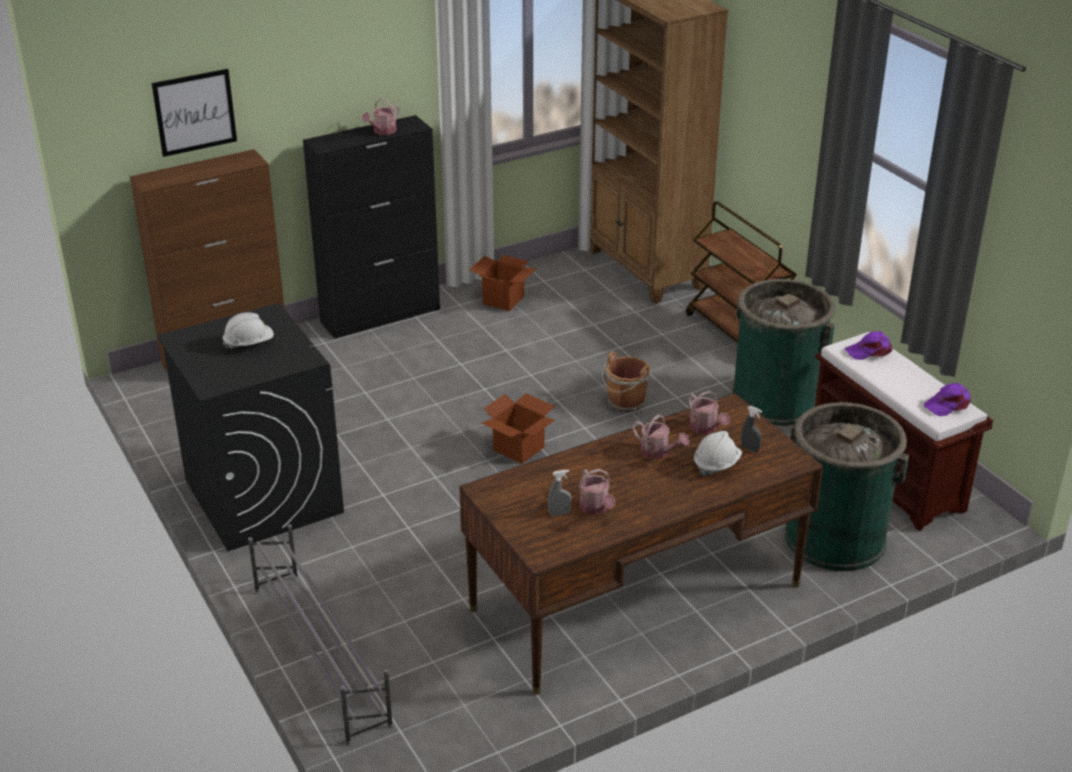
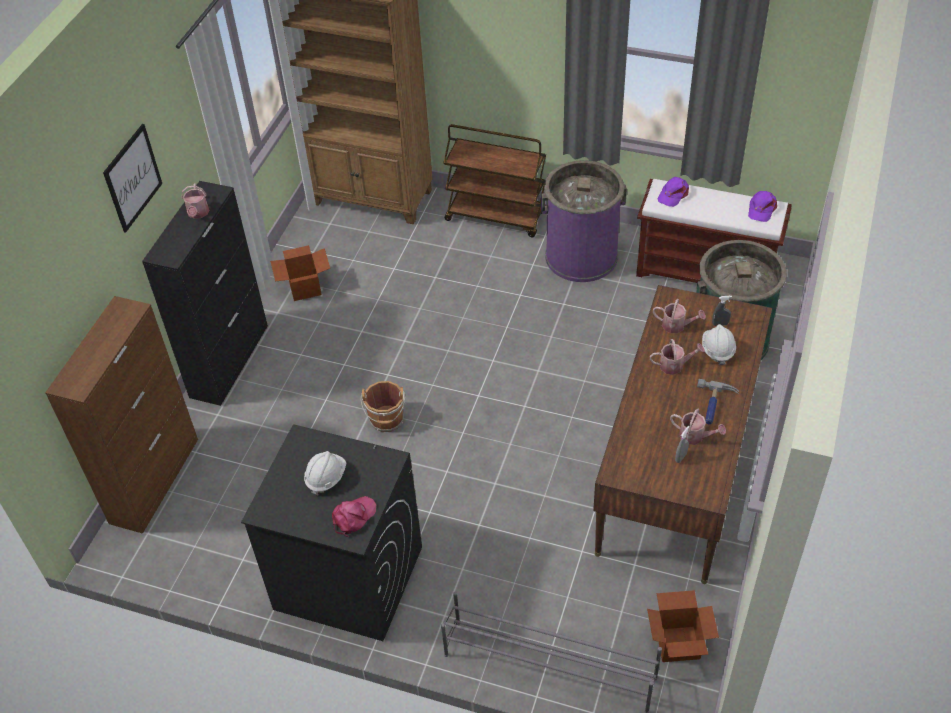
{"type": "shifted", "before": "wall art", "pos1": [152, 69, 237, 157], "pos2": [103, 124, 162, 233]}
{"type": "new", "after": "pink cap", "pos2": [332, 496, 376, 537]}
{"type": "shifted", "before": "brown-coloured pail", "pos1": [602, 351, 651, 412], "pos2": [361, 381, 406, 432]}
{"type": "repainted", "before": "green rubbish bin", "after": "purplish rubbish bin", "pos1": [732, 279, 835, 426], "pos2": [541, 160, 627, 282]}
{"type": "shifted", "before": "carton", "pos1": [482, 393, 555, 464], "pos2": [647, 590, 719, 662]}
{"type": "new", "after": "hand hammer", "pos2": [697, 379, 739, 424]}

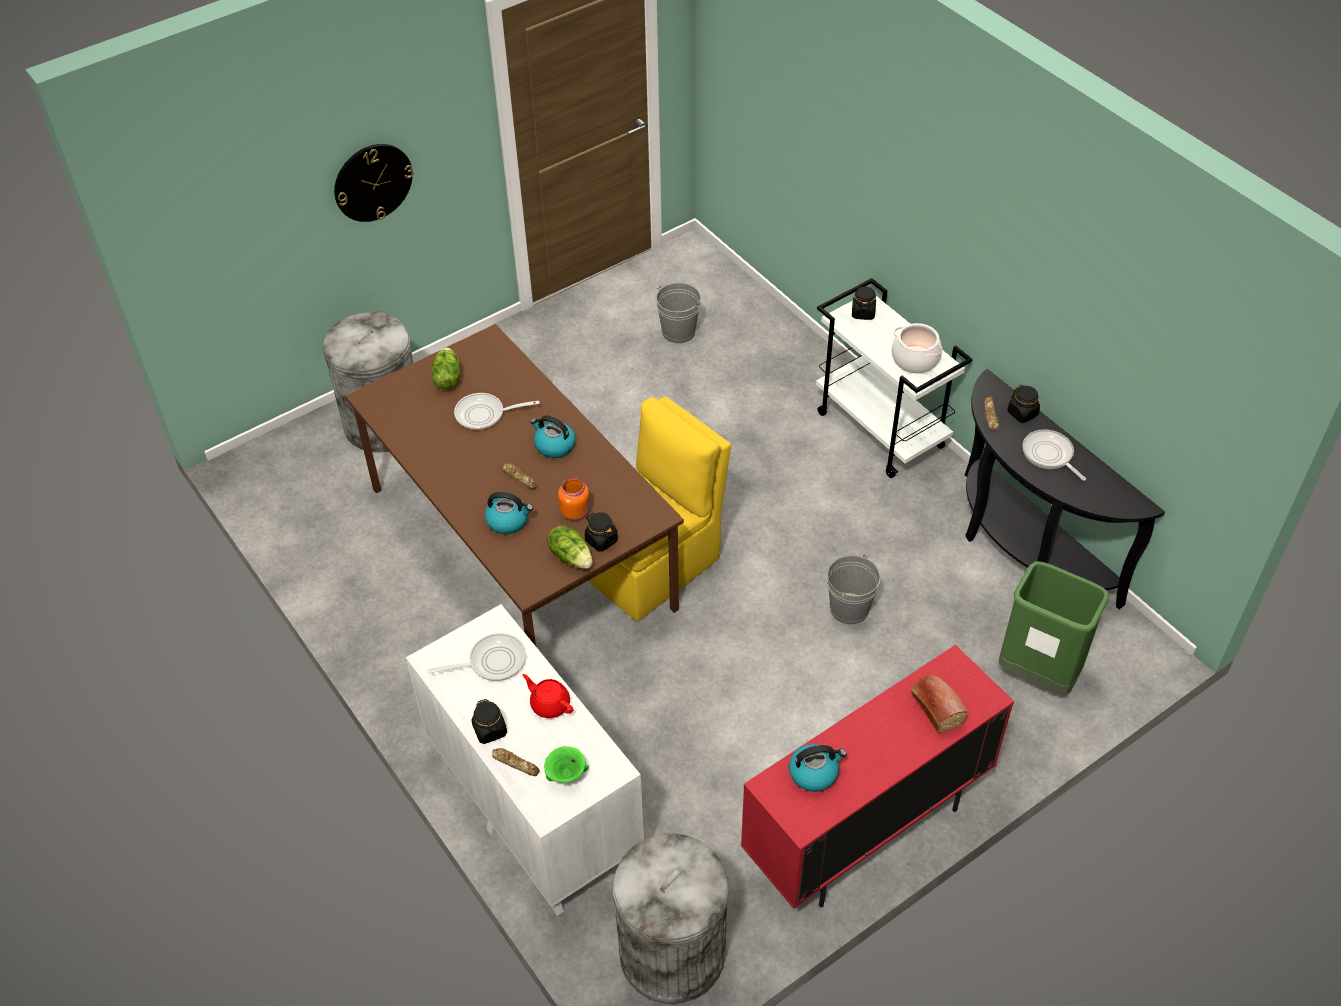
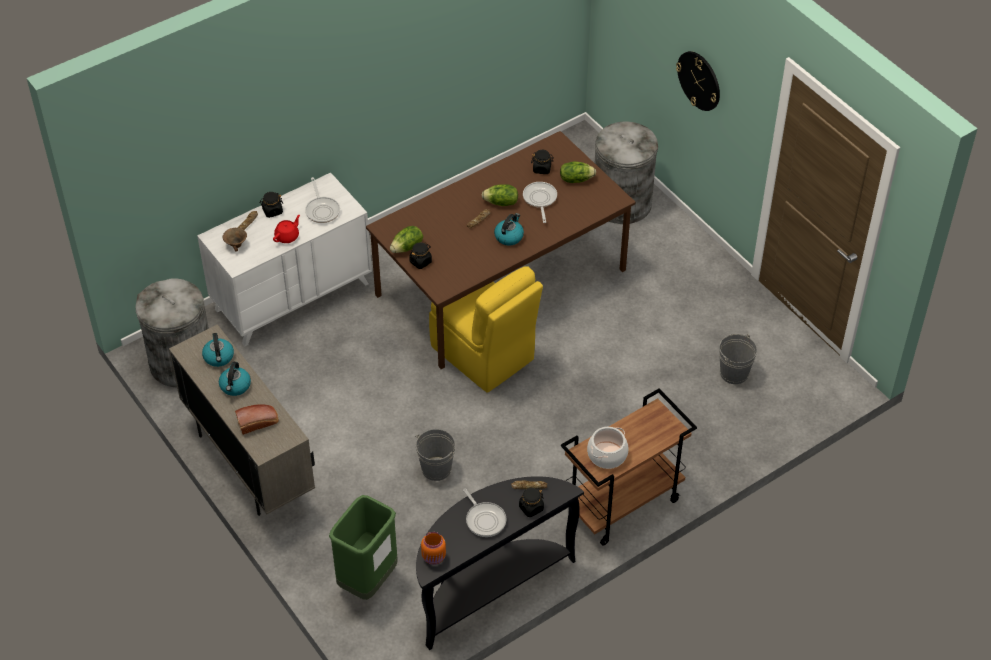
{"type": "repainted", "before": "reddish cabinet", "after": "sand-coloured cabinet", "pos1": [741, 645, 1014, 909], "pos2": [169, 324, 315, 516]}
{"type": "shifted", "before": "tea kettle", "pos1": [485, 492, 533, 534], "pos2": [219, 362, 251, 396]}
{"type": "repainted", "before": "green deep dish", "after": "brown-coloured deep dish", "pos1": [544, 746, 589, 783], "pos2": [222, 228, 247, 252]}
{"type": "shifted", "before": "orangey storage jar", "pos1": [558, 477, 590, 521], "pos2": [421, 532, 446, 565]}
{"type": "rotated", "before": "pan", "pos1": [1023, 429, 1086, 481], "pos2": [463, 489, 507, 537], "turn": 90}
{"type": "new", "after": "lettuce head", "pos2": [482, 184, 518, 206]}
{"type": "shifted", "before": "black-coloured storage jar", "pos1": [852, 286, 876, 320], "pos2": [531, 150, 554, 174]}
{"type": "repainted", "before": "whitish wheeled cart", "after": "brown-coloured wheeled cart", "pos1": [816, 278, 973, 478], "pos2": [561, 389, 697, 546]}

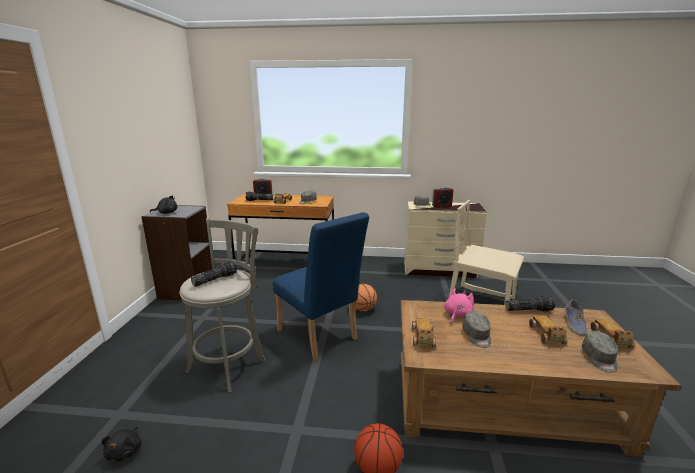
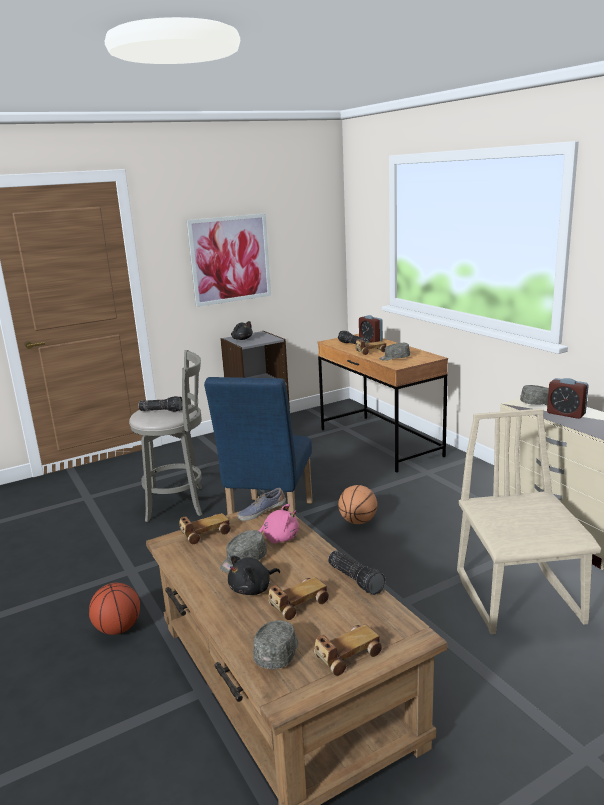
{"type": "new", "after": "wall art", "pos2": [187, 213, 271, 307]}
{"type": "shifted", "before": "black-coloured plush toy", "pos1": [102, 427, 142, 462], "pos2": [228, 555, 280, 595]}
{"type": "shifted", "before": "item of footwear", "pos1": [565, 300, 588, 336], "pos2": [237, 488, 286, 521]}
{"type": "rotated", "before": "gray cap", "pos1": [582, 331, 618, 373], "pos2": [253, 620, 298, 669], "turn": 135}

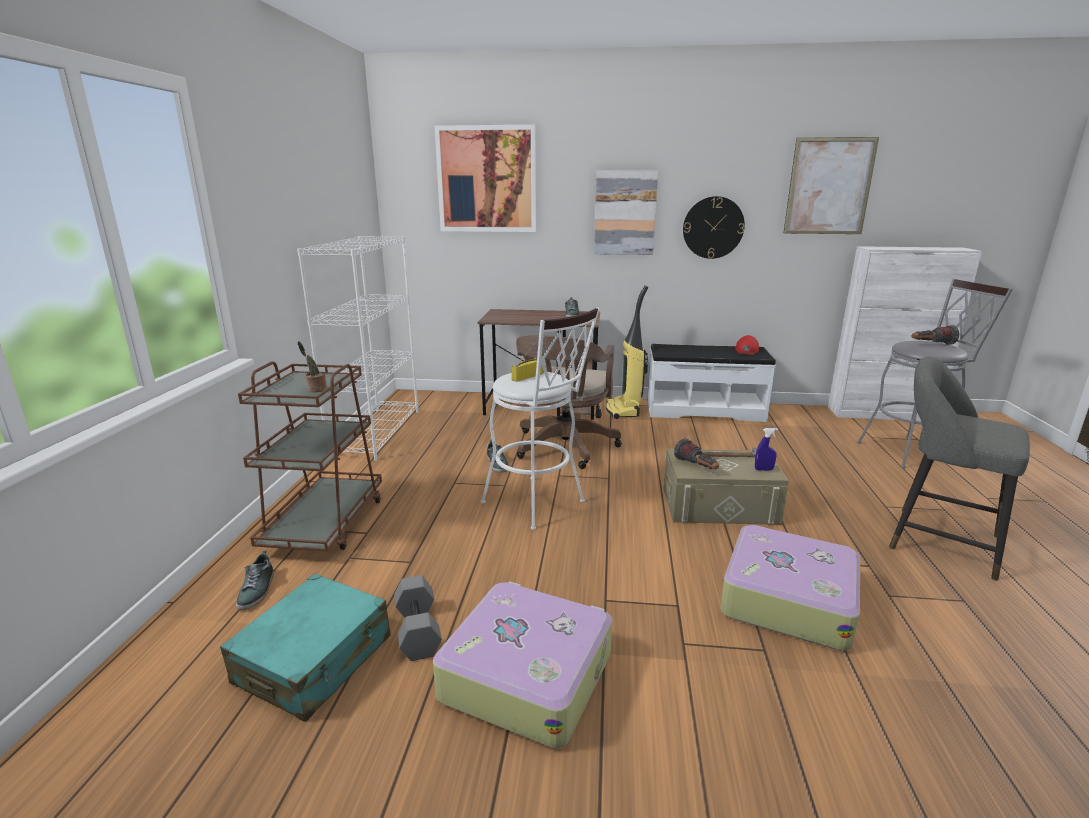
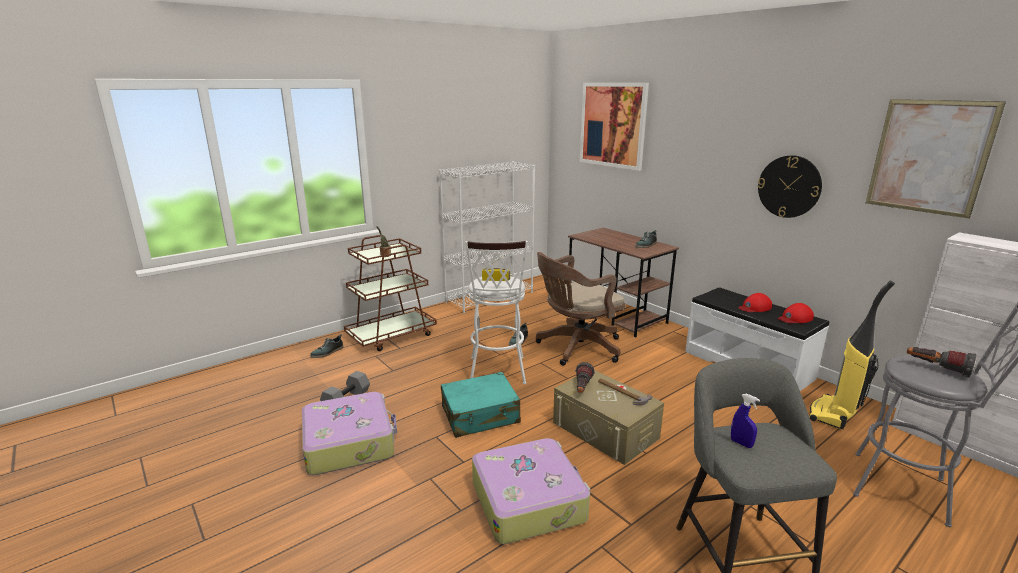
{"type": "shifted", "before": "turquoise-coloured travel case", "pos1": [220, 574, 391, 722], "pos2": [441, 372, 521, 438]}
{"type": "shifted", "before": "blue-coloured spray bottle", "pos1": [755, 428, 778, 471], "pos2": [731, 394, 760, 448]}
{"type": "new", "after": "reddish cap", "pos2": [738, 293, 772, 312]}
{"type": "shifted", "before": "hoover", "pos1": [606, 285, 648, 419], "pos2": [809, 281, 895, 429]}
{"type": "gone", "before": "wall art", "pos1": [594, 171, 658, 255]}

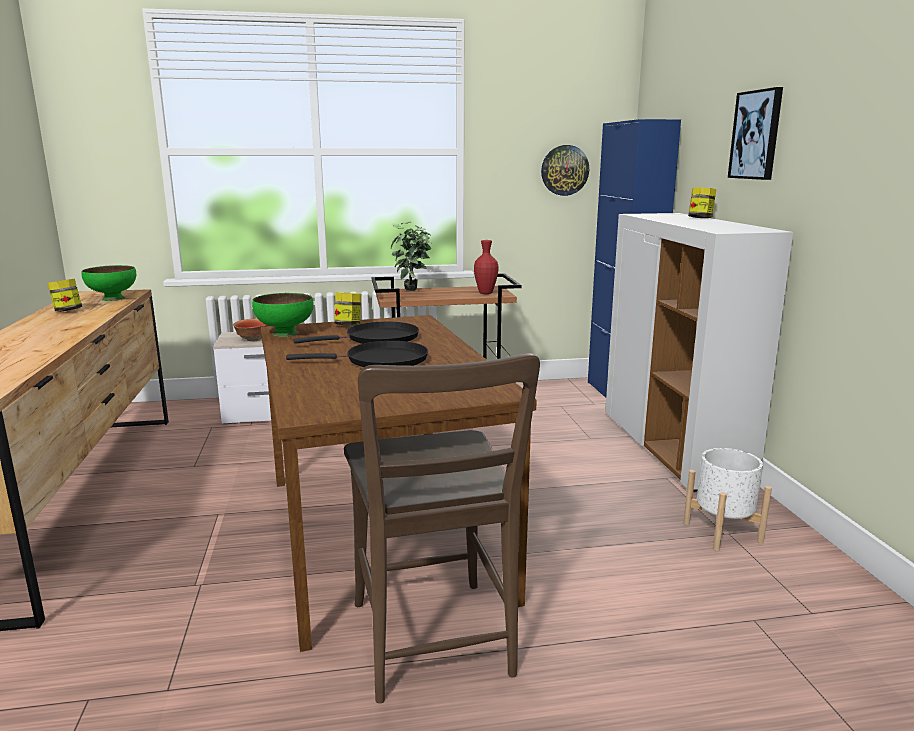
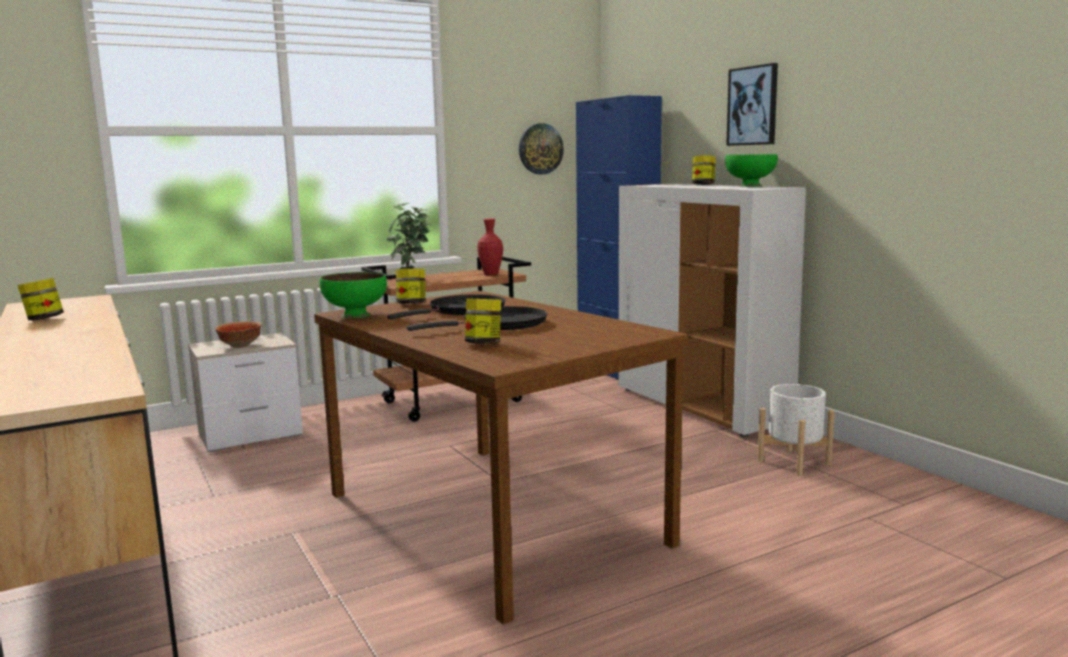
{"type": "new", "after": "storage jar", "pos2": [465, 299, 501, 344]}
{"type": "shifted", "before": "green deep dish", "pos1": [82, 265, 136, 301], "pos2": [725, 154, 778, 187]}
{"type": "gone", "before": "brown-coloured plain chair", "pos1": [344, 353, 540, 703]}

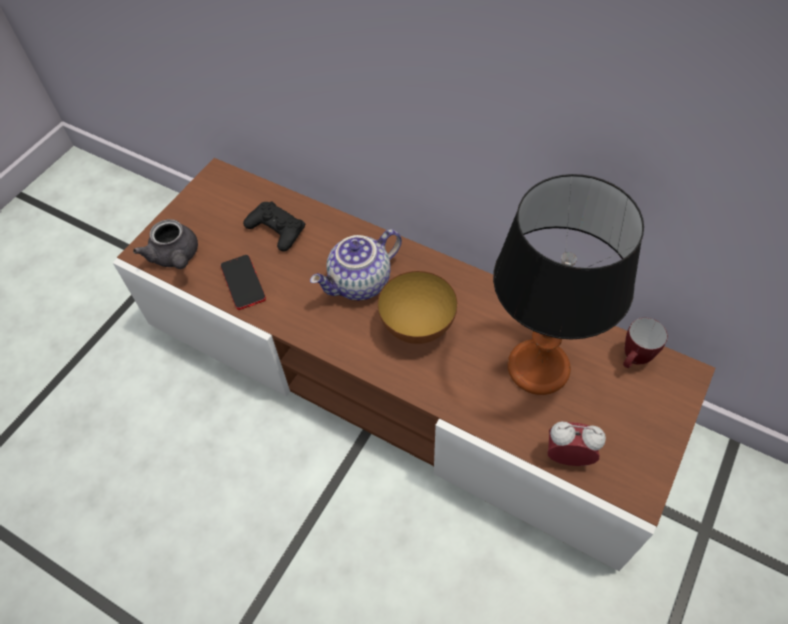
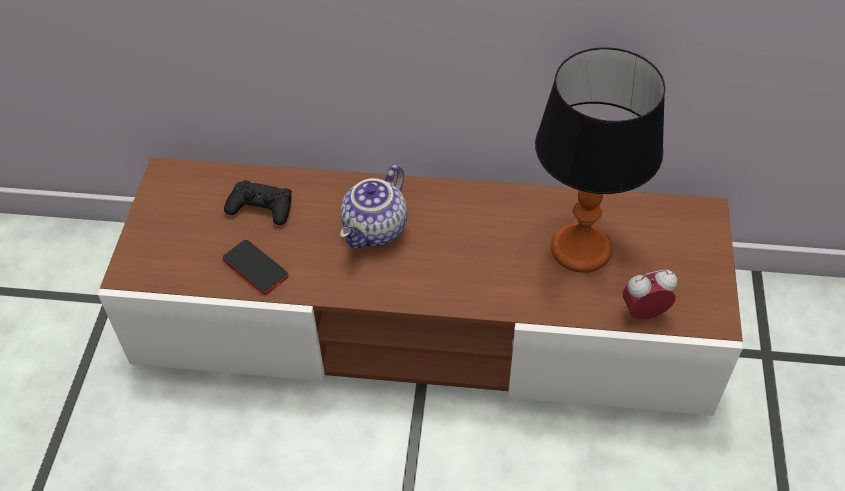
{"type": "gone", "before": "gray teapot", "pos1": [133, 219, 198, 269]}
{"type": "gone", "before": "deep dish", "pos1": [378, 271, 457, 344]}
{"type": "gone", "before": "coffee mug", "pos1": [623, 318, 668, 368]}

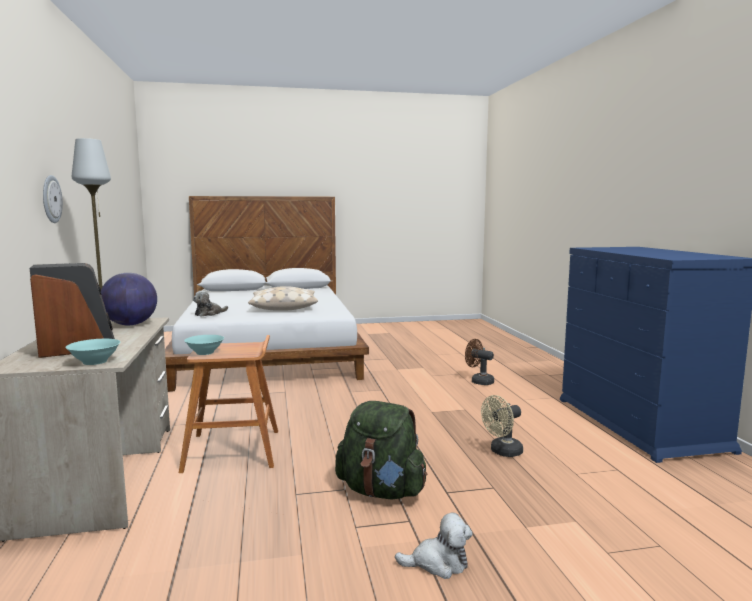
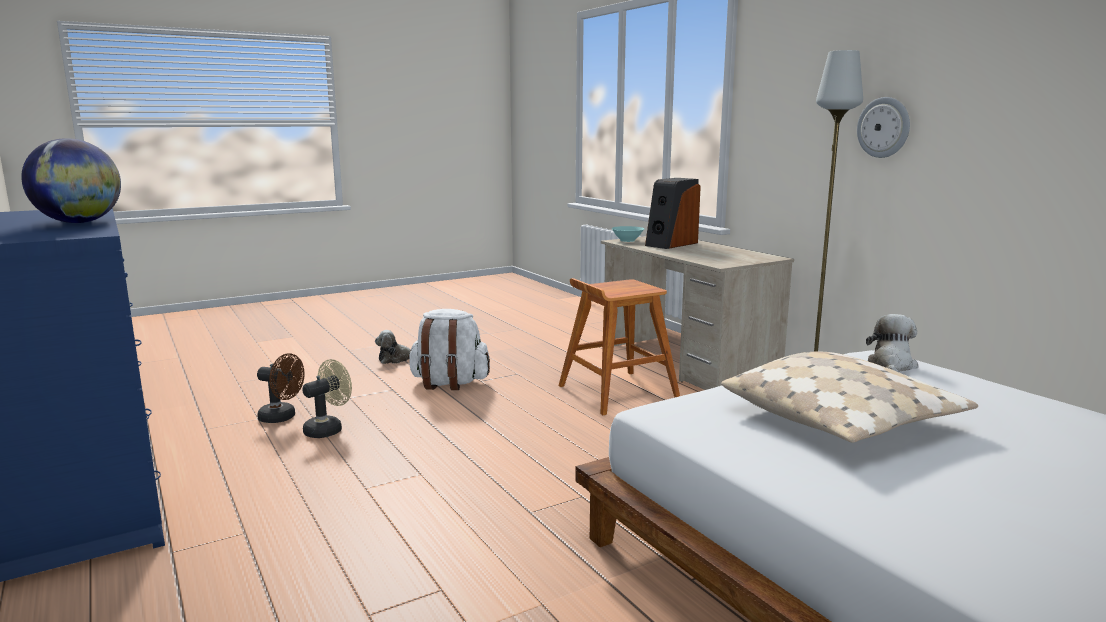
{"type": "shifted", "before": "desk globe", "pos1": [101, 273, 157, 325], "pos2": [21, 138, 121, 223]}
{"type": "shifted", "before": "brown-coloured fan", "pos1": [465, 339, 494, 385], "pos2": [257, 353, 305, 423]}
{"type": "repainted", "before": "green knapsack", "after": "whitish knapsack", "pos1": [335, 401, 428, 500], "pos2": [408, 309, 490, 390]}
{"type": "gone", "before": "turquoise-coloured deep dish", "pos1": [184, 335, 224, 355]}

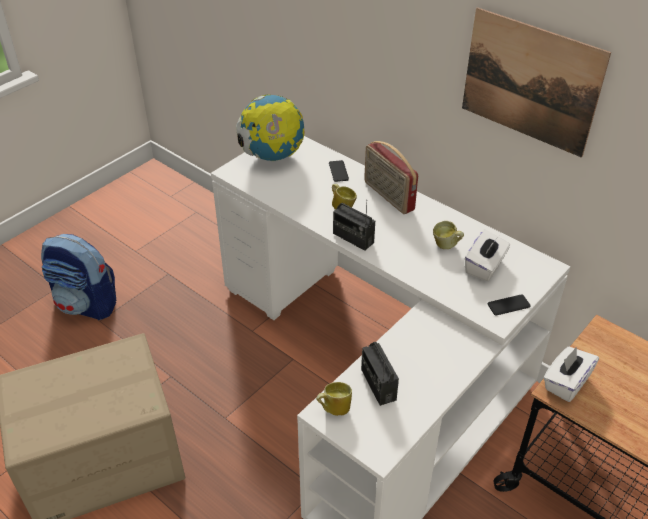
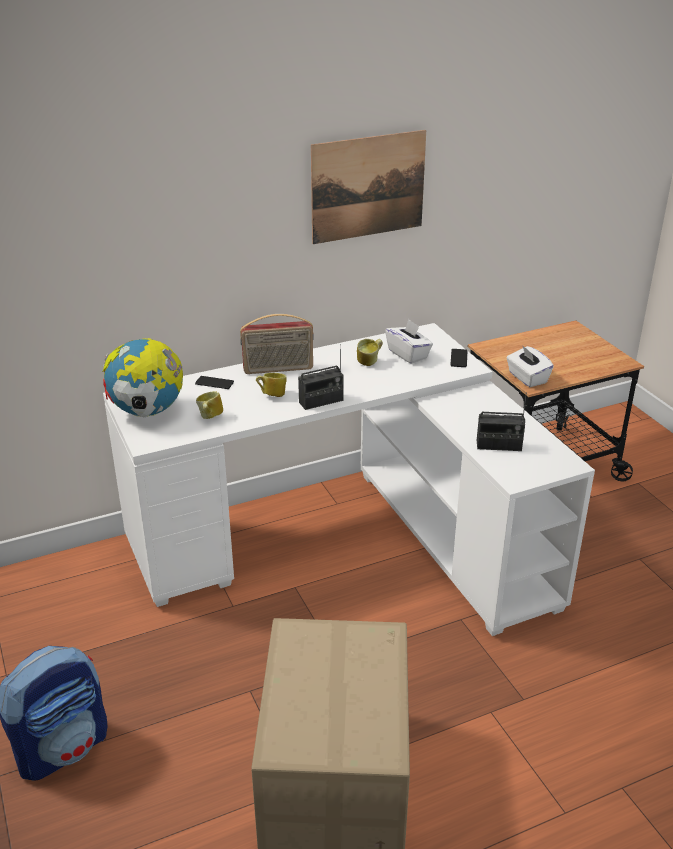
{"type": "shifted", "before": "coffee mug", "pos1": [316, 382, 352, 416], "pos2": [196, 391, 223, 419]}

